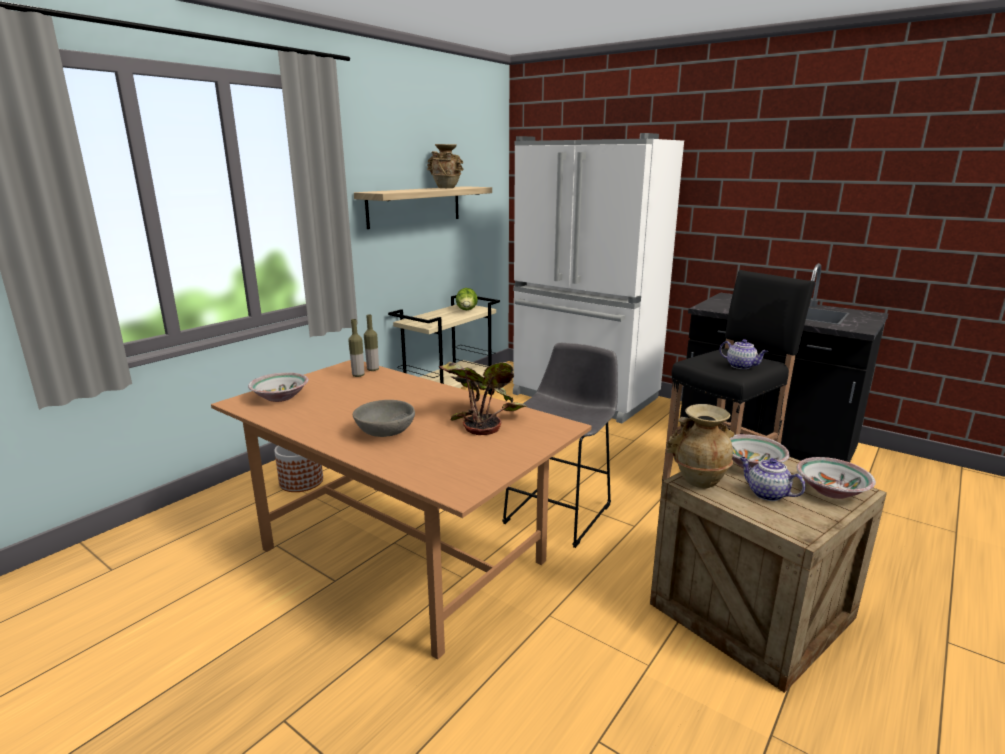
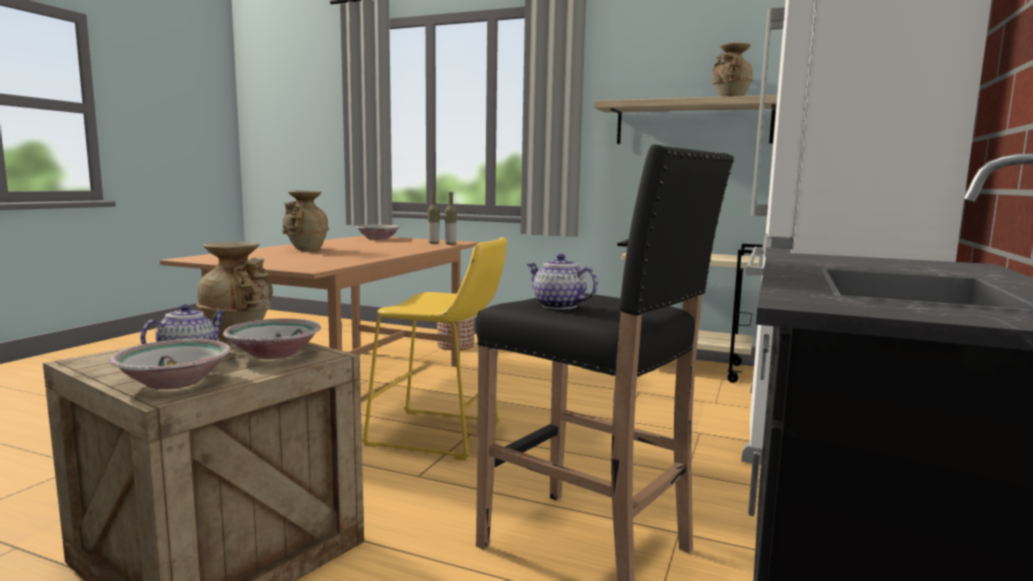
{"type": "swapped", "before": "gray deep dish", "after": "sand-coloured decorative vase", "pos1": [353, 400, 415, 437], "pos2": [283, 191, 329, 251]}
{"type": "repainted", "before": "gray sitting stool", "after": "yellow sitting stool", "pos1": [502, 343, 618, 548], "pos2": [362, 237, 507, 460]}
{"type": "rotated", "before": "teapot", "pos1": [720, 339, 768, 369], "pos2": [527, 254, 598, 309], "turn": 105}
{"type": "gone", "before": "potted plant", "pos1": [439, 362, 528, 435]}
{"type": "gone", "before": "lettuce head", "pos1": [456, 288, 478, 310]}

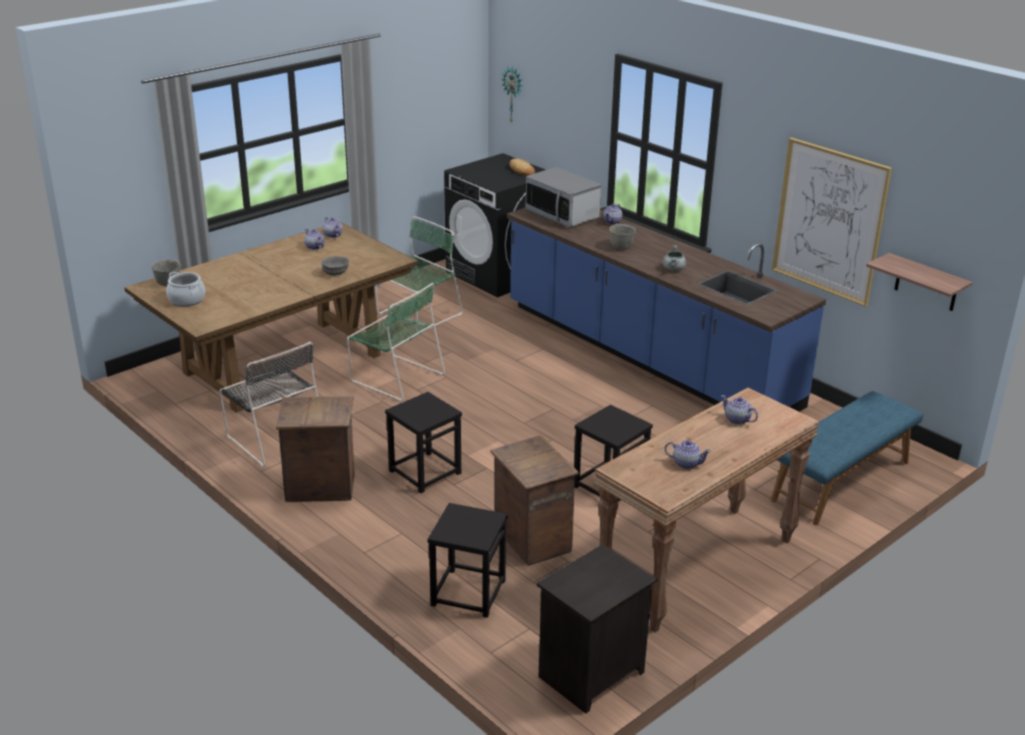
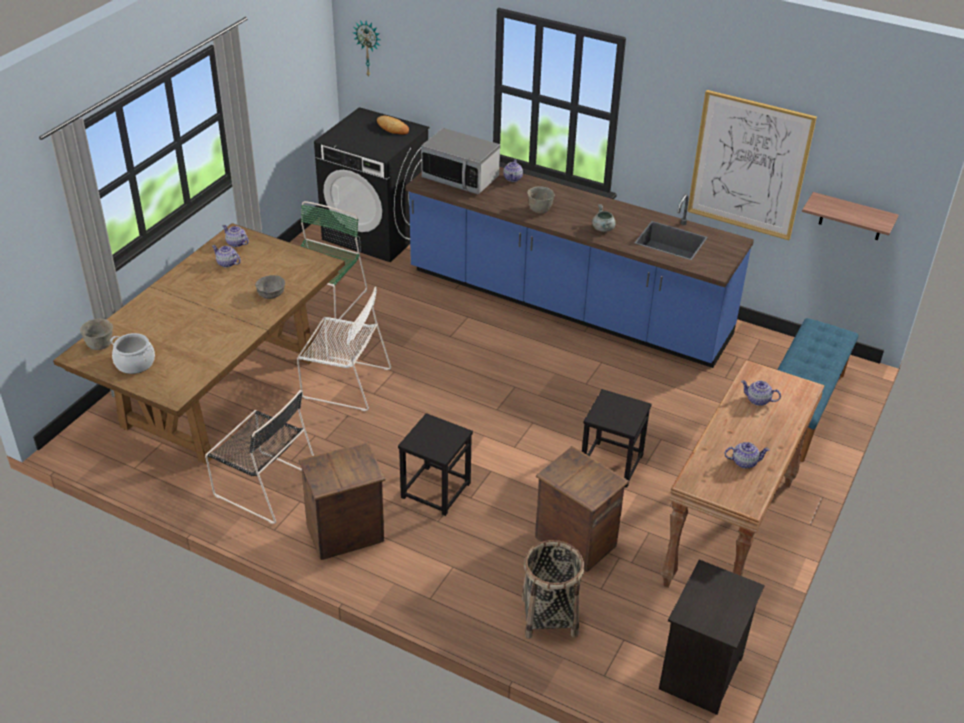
{"type": "repainted", "before": "green plain chair", "after": "whitish plain chair", "pos1": [347, 283, 445, 401], "pos2": [297, 286, 391, 411]}
{"type": "swapped", "before": "black-coloured sitting stool", "after": "basket", "pos1": [428, 503, 508, 618], "pos2": [522, 540, 584, 639]}

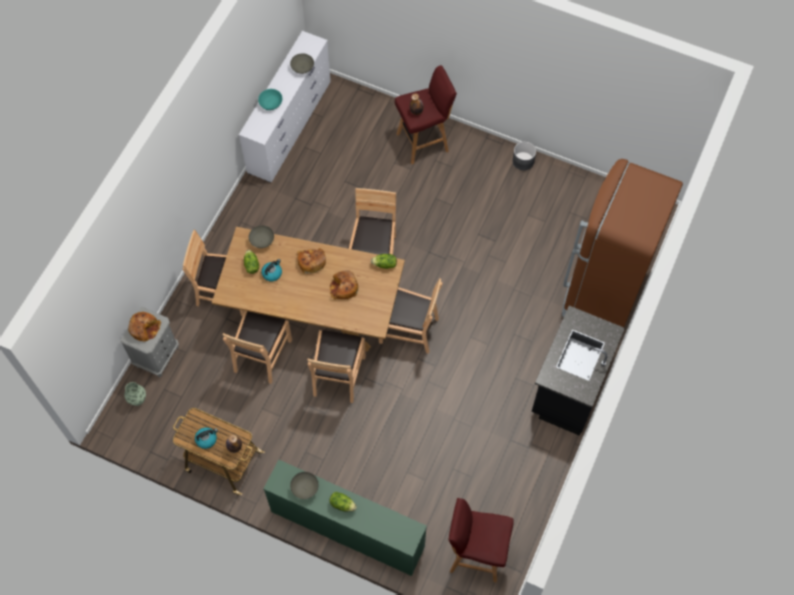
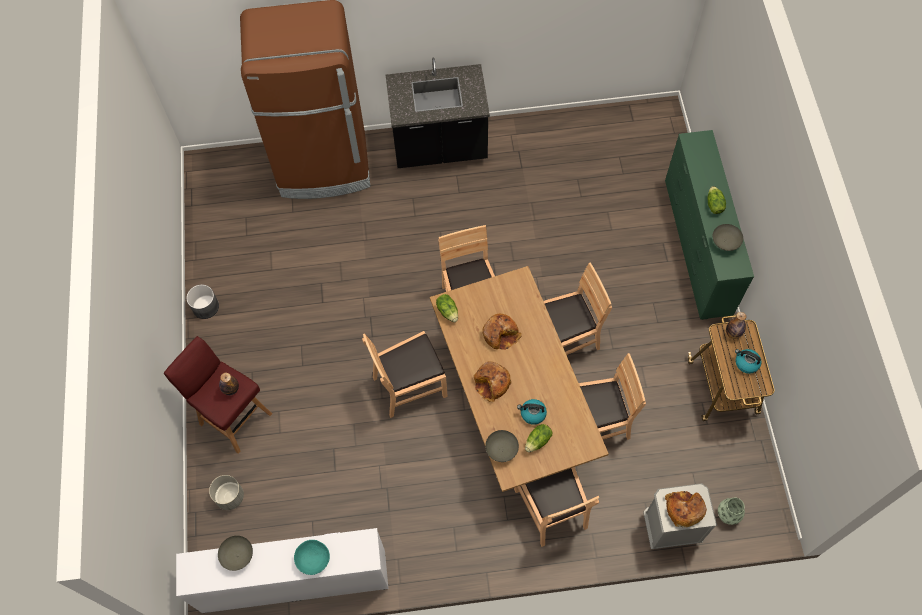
{"type": "new", "after": "gray plant pot", "pos2": [209, 475, 244, 510]}
{"type": "gone", "before": "reddish sitting stool", "pos1": [448, 498, 514, 582]}

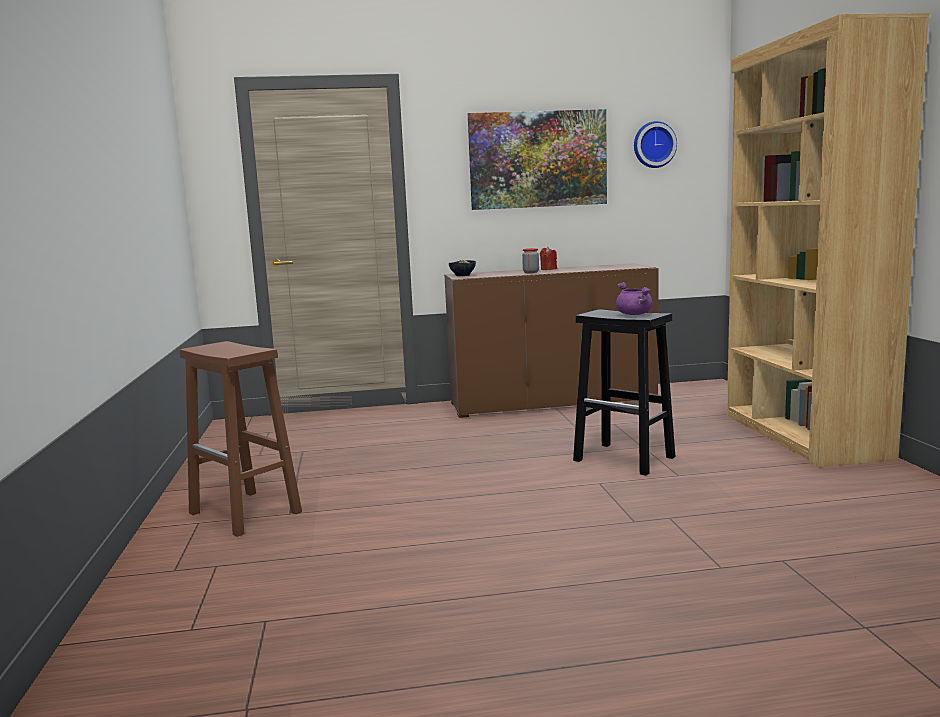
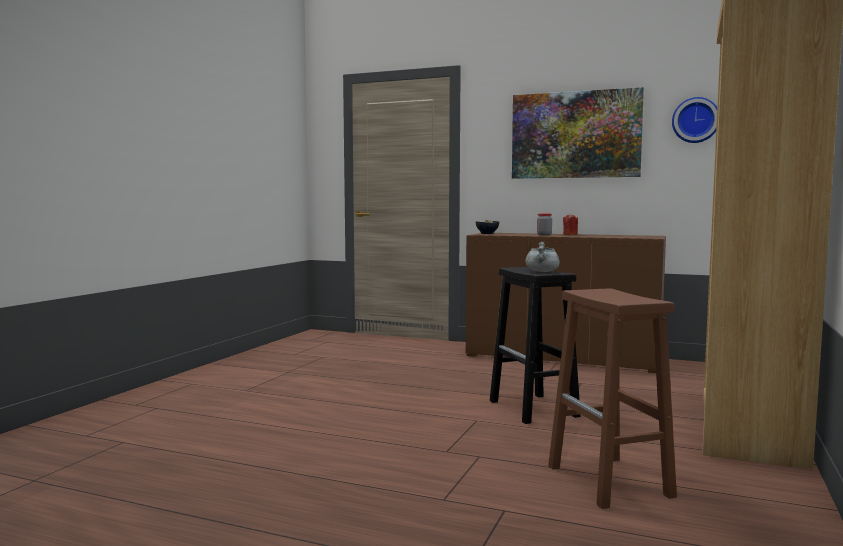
{"type": "repainted", "before": "purplish cooking pot", "after": "gray cooking pot", "pos1": [616, 282, 653, 315], "pos2": [526, 242, 560, 272]}
{"type": "shifted", "before": "brown-coloured sitting stool", "pos1": [180, 341, 302, 537], "pos2": [548, 289, 677, 509]}

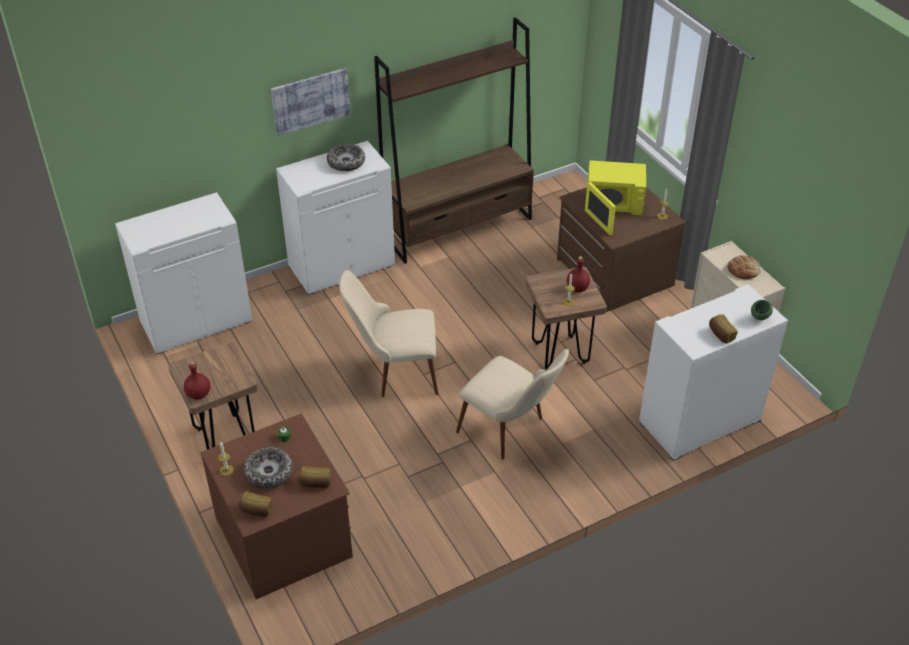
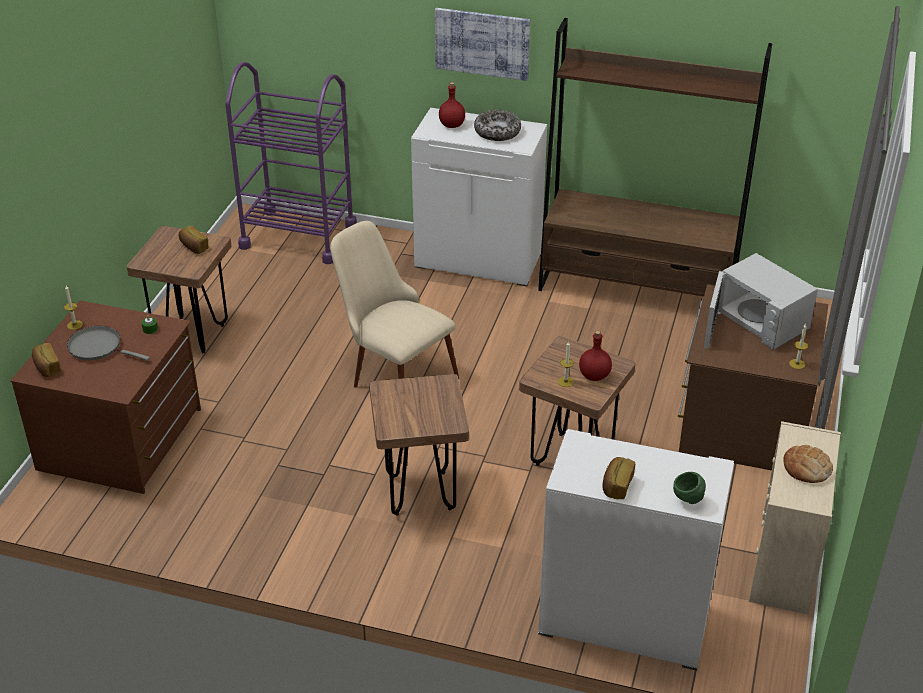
{"type": "swapped", "before": "deep dish", "after": "gray pan", "pos1": [244, 447, 293, 488], "pos2": [67, 326, 150, 361]}
{"type": "shifted", "before": "baked bread", "pos1": [298, 466, 331, 488], "pos2": [179, 226, 209, 254]}
{"type": "swapped", "before": "whitish cabinet", "after": "purplish wheeled cart", "pos1": [115, 192, 252, 355], "pos2": [225, 62, 357, 264]}
{"type": "swapped", "before": "sand-coloured plain chair", "after": "brown-coloured sitting stool", "pos1": [456, 349, 569, 459], "pos2": [369, 374, 469, 516]}
{"type": "shifted", "before": "reddish bottle", "pos1": [184, 361, 211, 400], "pos2": [439, 82, 465, 128]}
{"type": "repainted", "before": "yellow kitchen microwave", "after": "whitish kitchen microwave", "pos1": [585, 160, 646, 235], "pos2": [704, 253, 818, 350]}

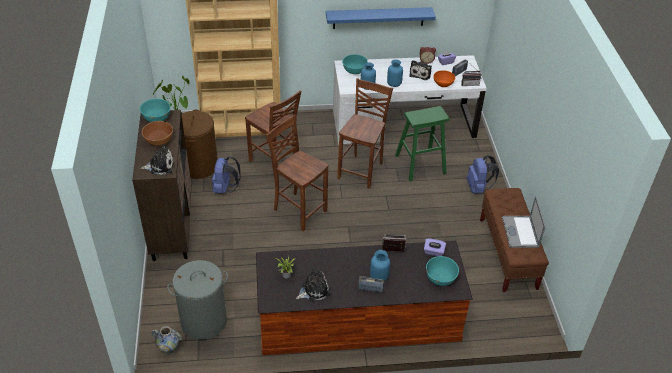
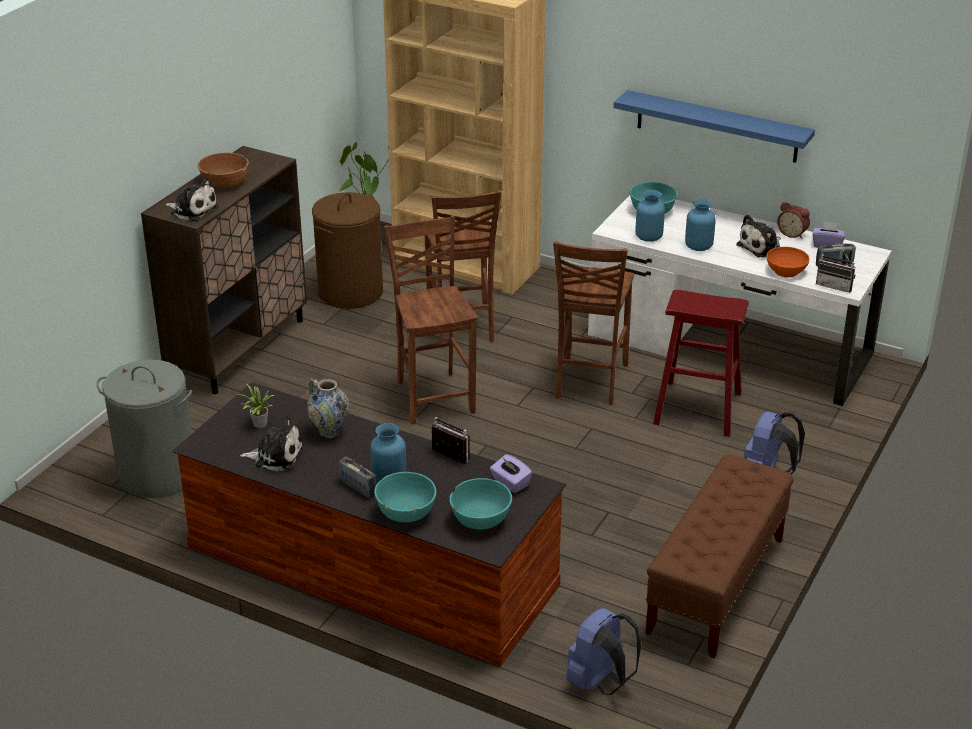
{"type": "shifted", "before": "decorative vase", "pos1": [151, 326, 182, 355], "pos2": [307, 378, 349, 438]}
{"type": "shifted", "before": "turquoise-coloured deep dish", "pos1": [140, 99, 171, 122], "pos2": [374, 472, 437, 522]}
{"type": "rotated", "before": "brown-coloured plain chair", "pos1": [337, 78, 393, 189], "pos2": [553, 241, 634, 405], "turn": 135}
{"type": "shifted", "before": "blue-coloured knapsack", "pos1": [212, 157, 241, 193], "pos2": [566, 608, 641, 695]}
{"type": "repainted", "before": "green sitting stool", "after": "reddish sitting stool", "pos1": [395, 106, 449, 181], "pos2": [653, 290, 749, 437]}
{"type": "gone", "before": "portable computer", "pos1": [502, 196, 545, 248]}

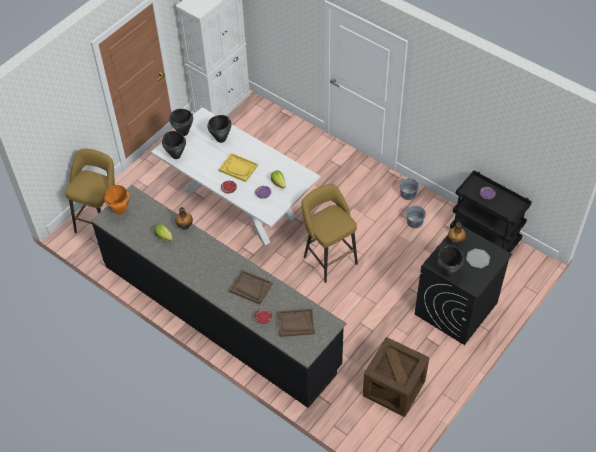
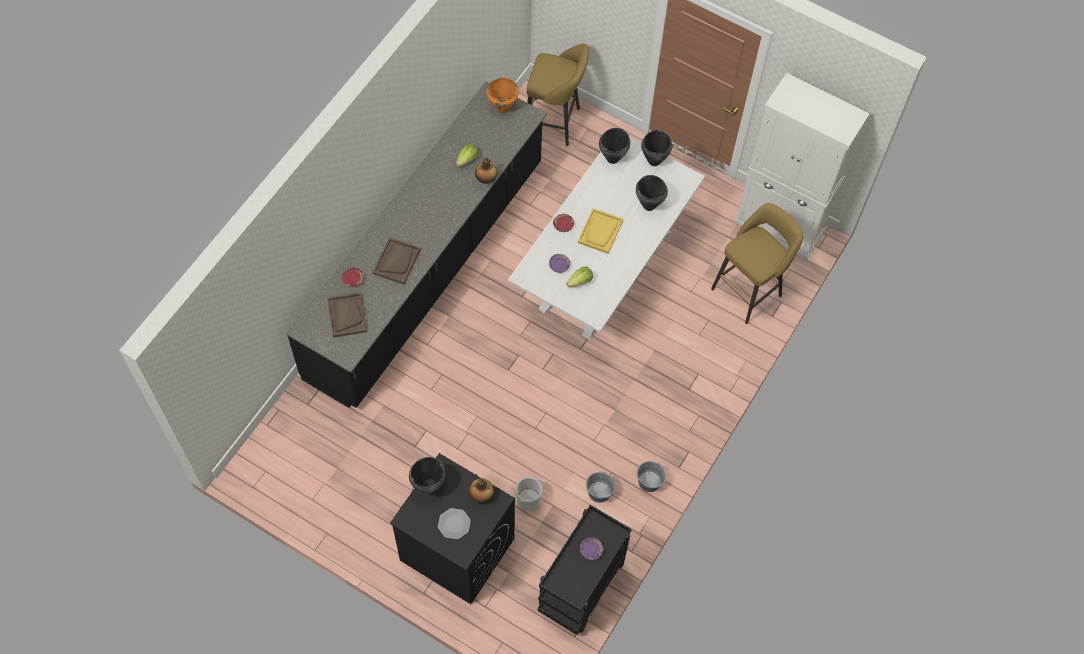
{"type": "new", "after": "pail", "pos2": [515, 477, 543, 511]}
{"type": "shifted", "before": "yellow sitting stool", "pos1": [301, 184, 358, 283], "pos2": [711, 203, 803, 324]}
{"type": "gone", "before": "crate", "pos1": [363, 337, 429, 417]}

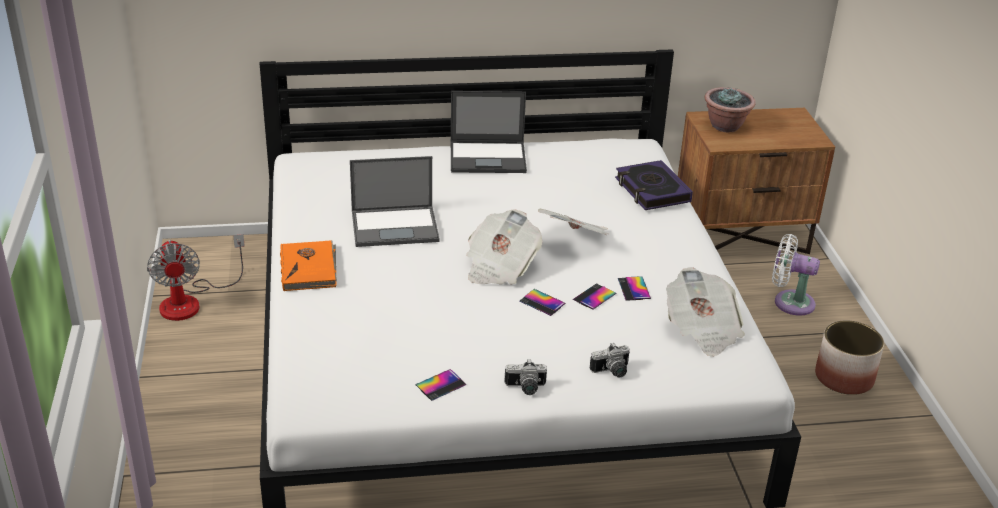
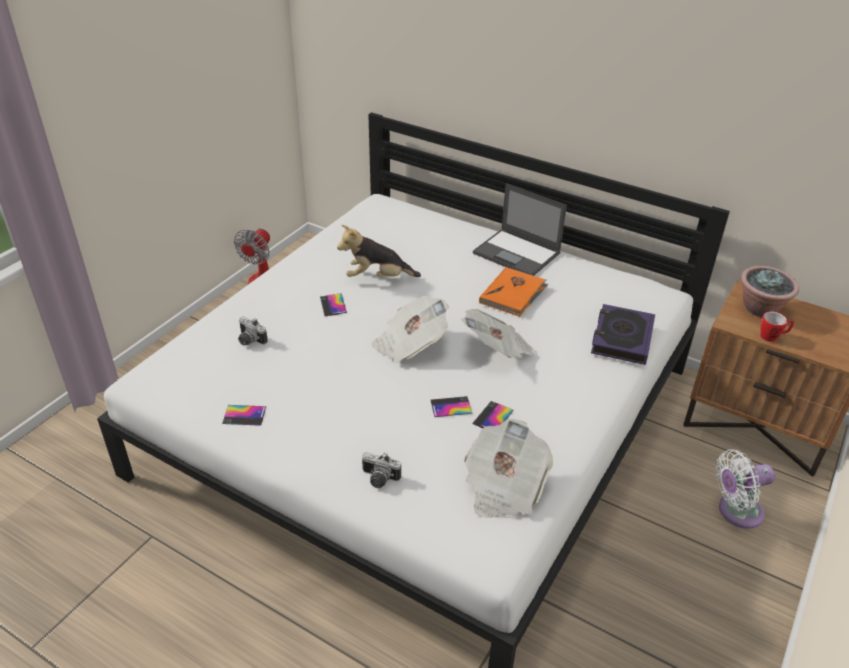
{"type": "shifted", "before": "still camera", "pos1": [505, 359, 547, 395], "pos2": [238, 317, 268, 346]}
{"type": "shifted", "before": "telephone", "pos1": [519, 289, 566, 316], "pos2": [320, 293, 347, 316]}
{"type": "swapped", "before": "portable computer", "after": "plush toy", "pos1": [350, 156, 440, 247], "pos2": [337, 225, 421, 277]}
{"type": "shifted", "before": "orangey bound book", "pos1": [280, 240, 337, 291], "pos2": [479, 267, 548, 317]}
{"type": "rotated", "before": "whitish fan", "pos1": [772, 234, 820, 316], "pos2": [716, 449, 775, 529], "turn": -75}
{"type": "new", "after": "coffee mug", "pos2": [760, 311, 794, 342]}
{"type": "gone", "before": "plant pot", "pos1": [815, 320, 884, 395]}

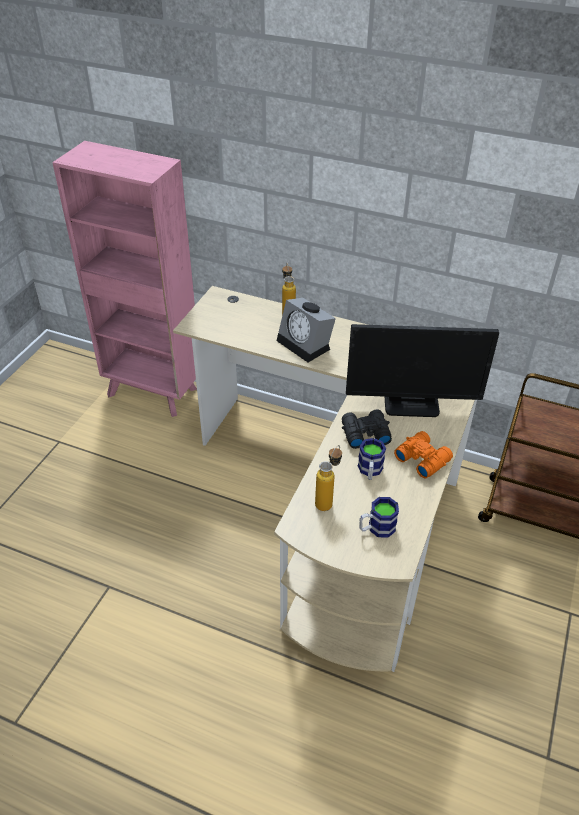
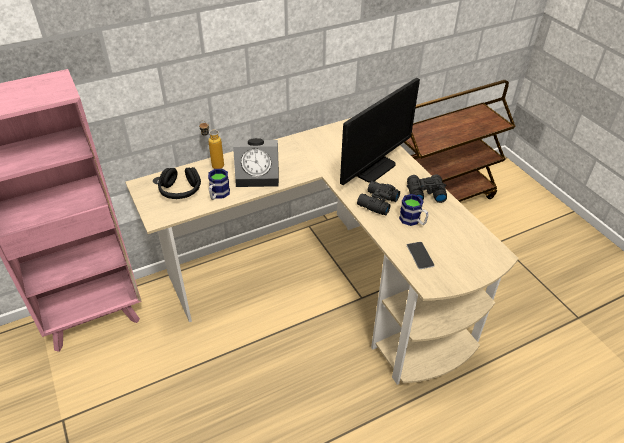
{"type": "new", "after": "black-coloured headset", "pos2": [158, 167, 201, 199]}
{"type": "shifted", "before": "coffee mug", "pos1": [359, 497, 399, 538], "pos2": [208, 169, 230, 200]}
{"type": "repainted", "before": "orangey pair of binoculars", "after": "black-coloured pair of binoculars", "pos1": [394, 431, 453, 478], "pos2": [407, 175, 447, 203]}
{"type": "swapped", "before": "bottle", "after": "telephone", "pos1": [315, 445, 342, 511], "pos2": [407, 242, 435, 269]}

